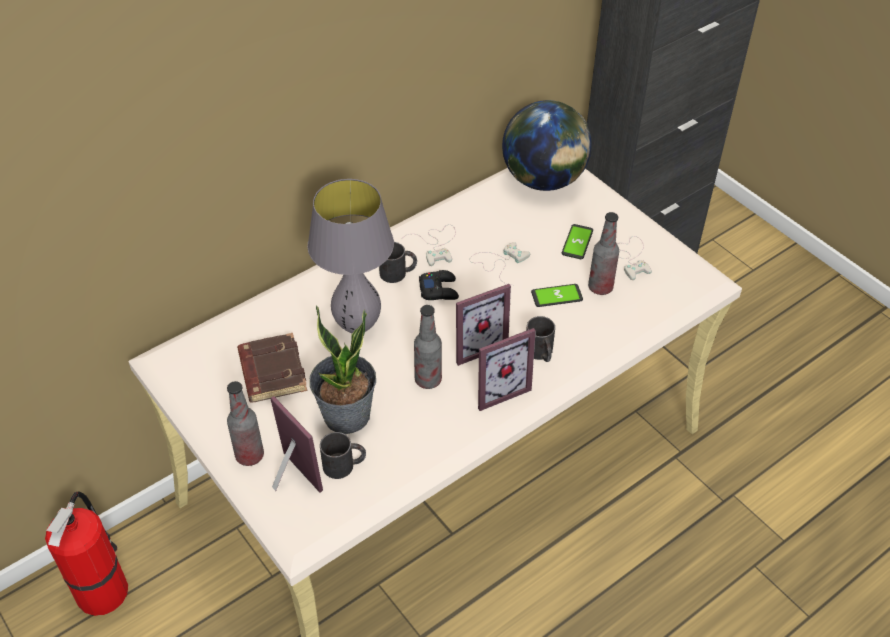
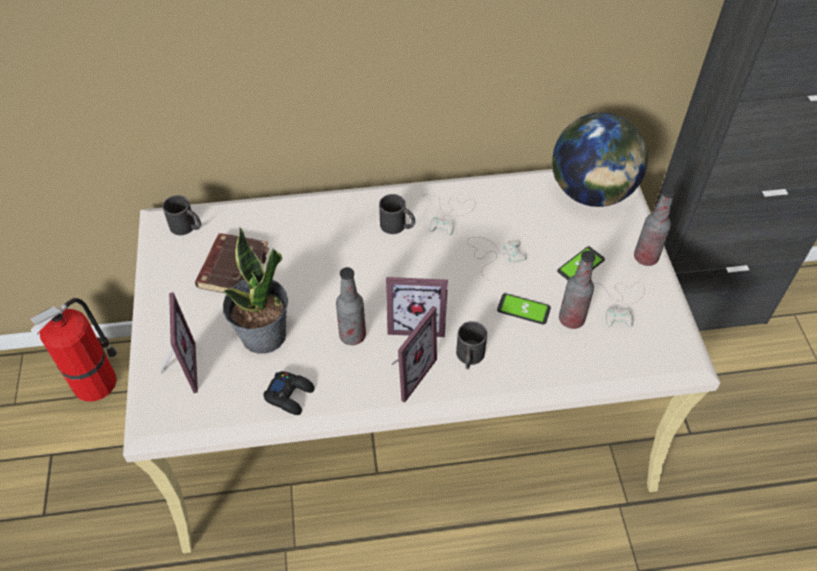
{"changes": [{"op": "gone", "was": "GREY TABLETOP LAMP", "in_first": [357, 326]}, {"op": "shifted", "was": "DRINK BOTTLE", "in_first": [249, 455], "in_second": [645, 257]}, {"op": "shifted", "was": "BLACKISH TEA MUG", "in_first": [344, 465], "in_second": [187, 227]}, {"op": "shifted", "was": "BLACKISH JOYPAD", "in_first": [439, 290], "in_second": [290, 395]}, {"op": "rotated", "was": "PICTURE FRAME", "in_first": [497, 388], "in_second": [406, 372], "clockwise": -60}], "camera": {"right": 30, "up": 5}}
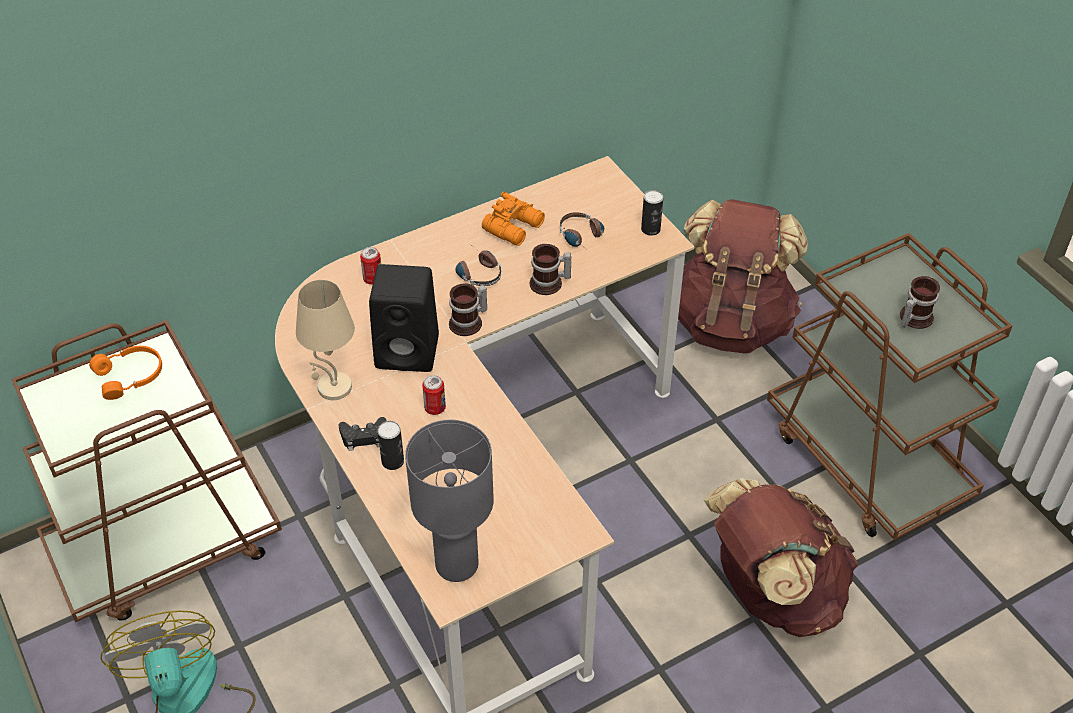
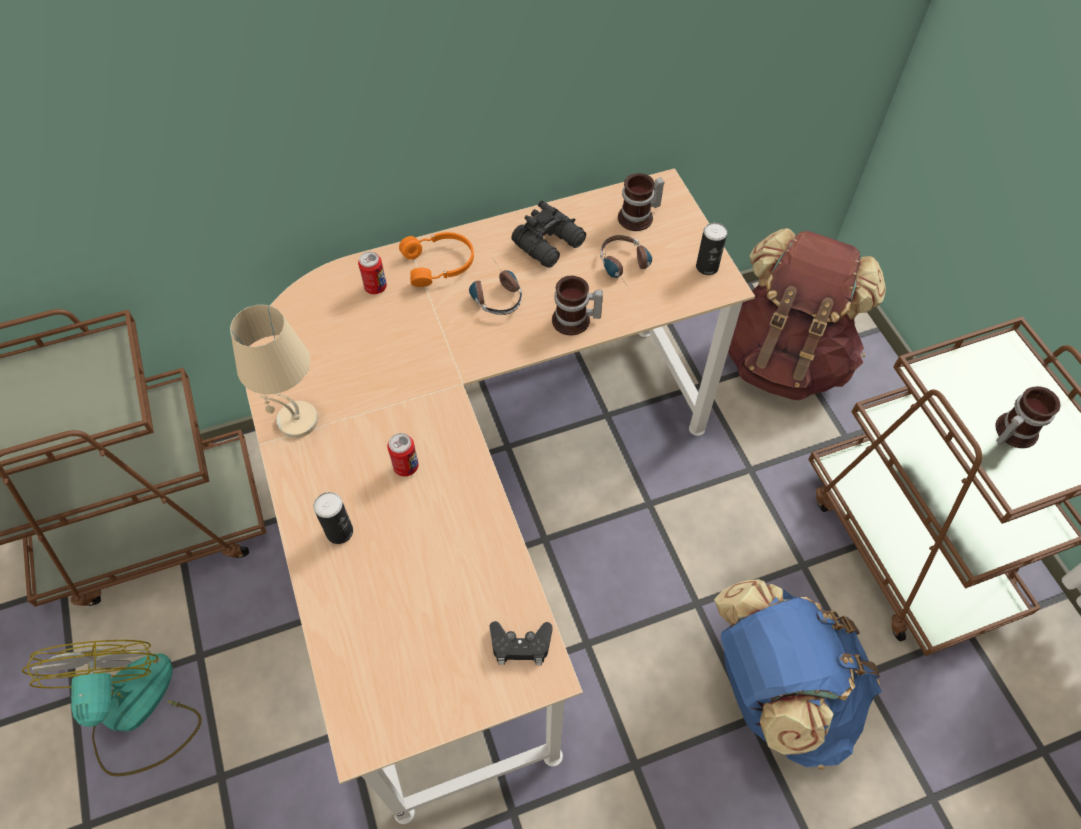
{"changes": [{"op": "gone", "was": "BLACKISH AUDIO SPEAKER", "in_first": [409, 351]}, {"op": "gone", "was": "GREY TABLETOP LAMP", "in_first": [457, 563]}, {"op": "shifted", "was": "ORANGE-COLOURED HEADPHONES", "in_first": [131, 376], "in_second": [440, 264]}, {"op": "shifted", "was": "BLACKISH JOYPAD", "in_first": [364, 437], "in_second": [520, 645]}, {"op": "shifted", "was": "TEA MUG", "in_first": [469, 323], "in_second": [639, 218]}, {"op": "repainted", "was": "ORANGE-COLOURED BINOCULARS", "now": "BLACKISH BINOCULARS", "in_first": [515, 227], "in_second": [551, 243]}, {"op": "repainted", "was": "BROWN RUCKSACK", "now": "BLUE RUCKSACK", "in_first": [772, 593], "in_second": [776, 691]}], "camera": {"right": 10, "up": 10}}
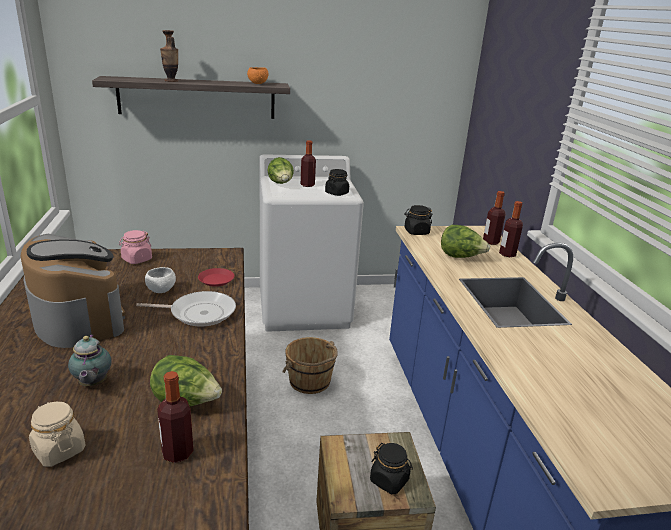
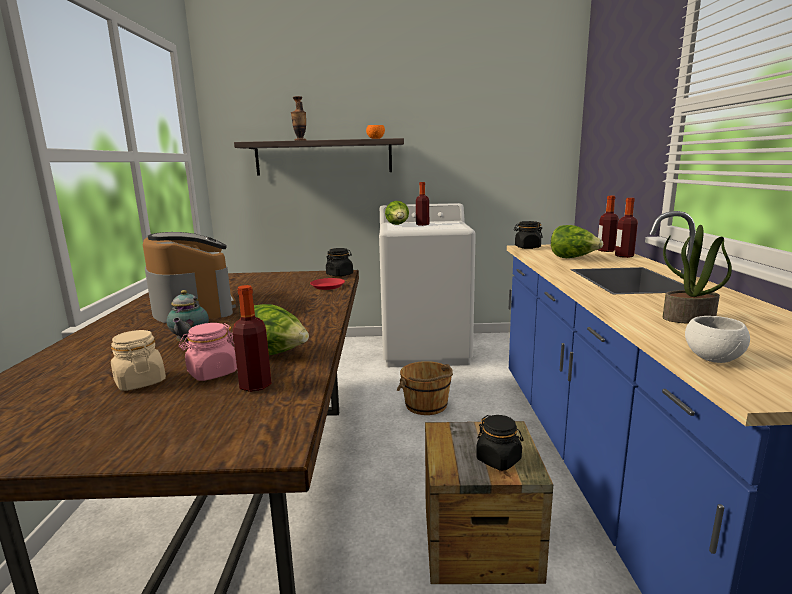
{"changes": [{"op": "gone", "was": "SKILLET", "in_first": [199, 313]}, {"op": "new", "now": "PLANT IN A POT", "in_second": [688, 319]}, {"op": "shifted", "was": "PINK PRESERVE JAR", "in_first": [136, 259], "in_second": [212, 373]}, {"op": "shifted", "was": "WHITE-COLOURED BOWL", "in_first": [161, 290], "in_second": [712, 358]}, {"op": "shifted", "was": "BLACKISH PRESERVE JAR", "in_first": [337, 193], "in_second": [340, 275]}], "camera": {"right": 10, "up": -10}}
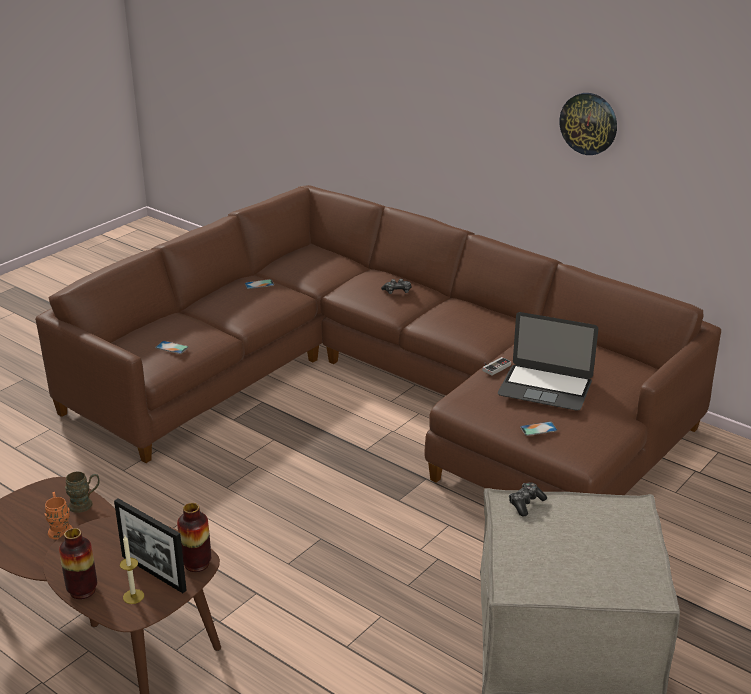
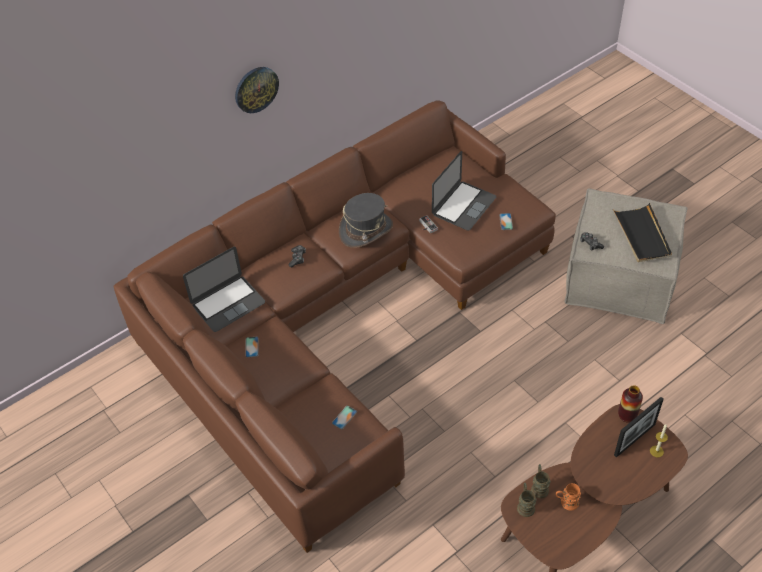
{"changes": [{"op": "gone", "was": "FLOWER VASE", "in_first": [82, 590]}, {"op": "new", "now": "NOTEBOOK COMPUTER", "in_second": [228, 303]}, {"op": "new", "now": "GREY HAT", "in_second": [366, 230]}, {"op": "new", "now": "BROWN TEA MUG", "in_second": [525, 505]}, {"op": "new", "now": "BLACKISH CARRYING TRAY", "in_second": [642, 235]}, {"op": "shifted", "was": "WALL CLOCK", "in_first": [589, 123], "in_second": [256, 89]}], "camera": {"right": -75, "up": 20}}
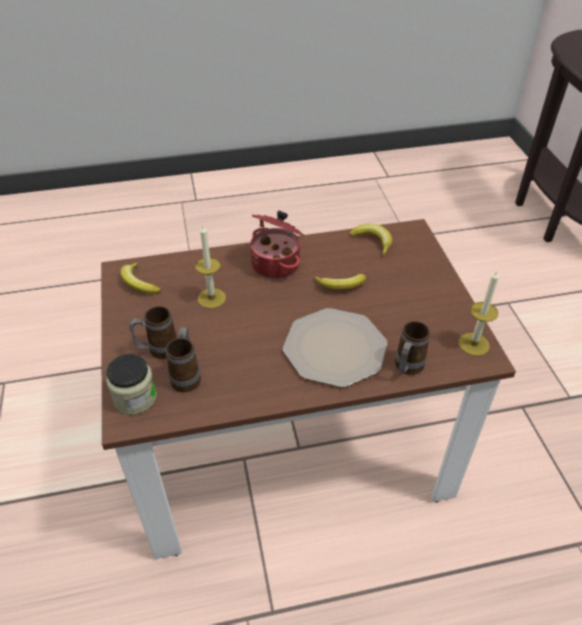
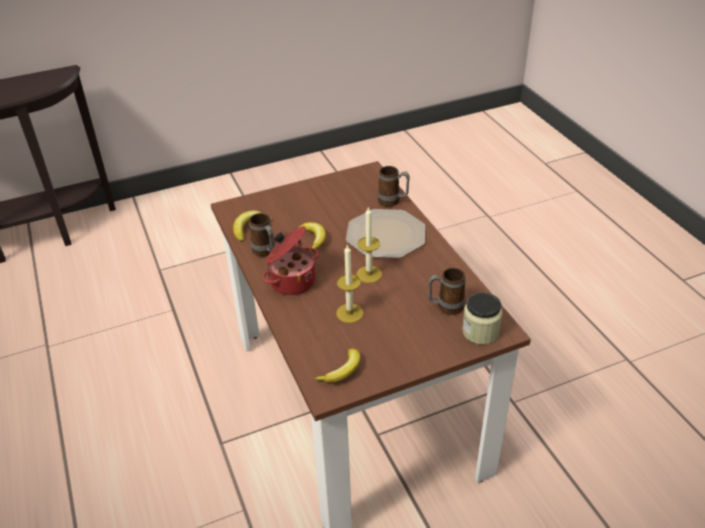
{"changes": [{"op": "shifted", "was": "TEA MUG", "in_first": [158, 350], "in_second": [265, 252]}, {"op": "shifted", "was": "CANDLE", "in_first": [474, 344], "in_second": [369, 274]}], "camera": {"right": -100, "up": -5}}
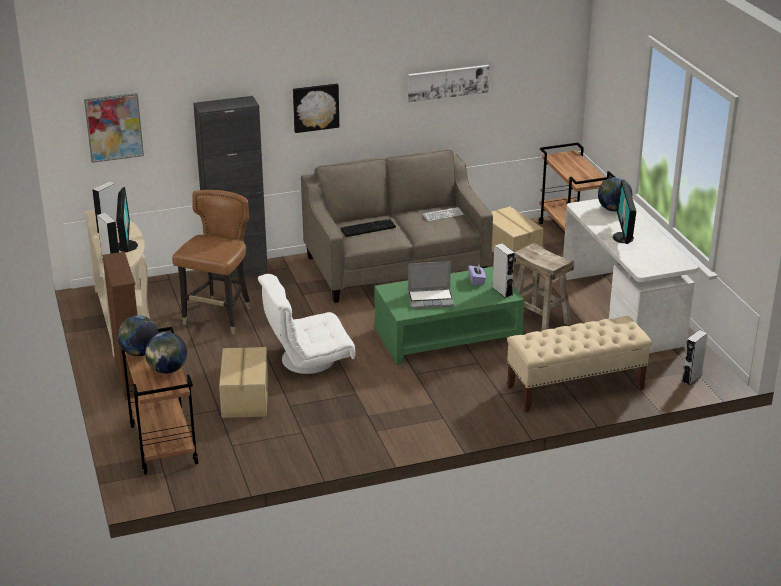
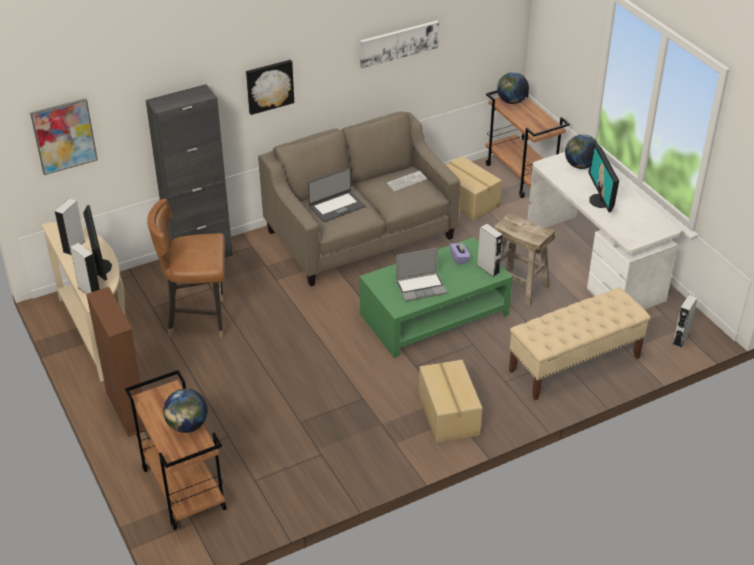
{"changes": [{"op": "gone", "was": "WHITE-COLOURED LOUNGE CHAIR", "in_first": [308, 359]}, {"op": "shifted", "was": "DESK GLOBE", "in_first": [140, 353], "in_second": [511, 101]}, {"op": "shifted", "was": "CARDBOARD BOX", "in_first": [244, 398], "in_second": [448, 414]}, {"op": "swapped", "was": "KEYBOARD", "now": "NOTEBOOK COMPUTER", "in_first": [368, 228], "in_second": [336, 206]}, {"op": "rotated", "was": "BROWN PLAIN CHAIR", "in_first": [219, 318], "in_second": [198, 319], "clockwise": -105}], "camera": {"right": -10, "up": 10}}
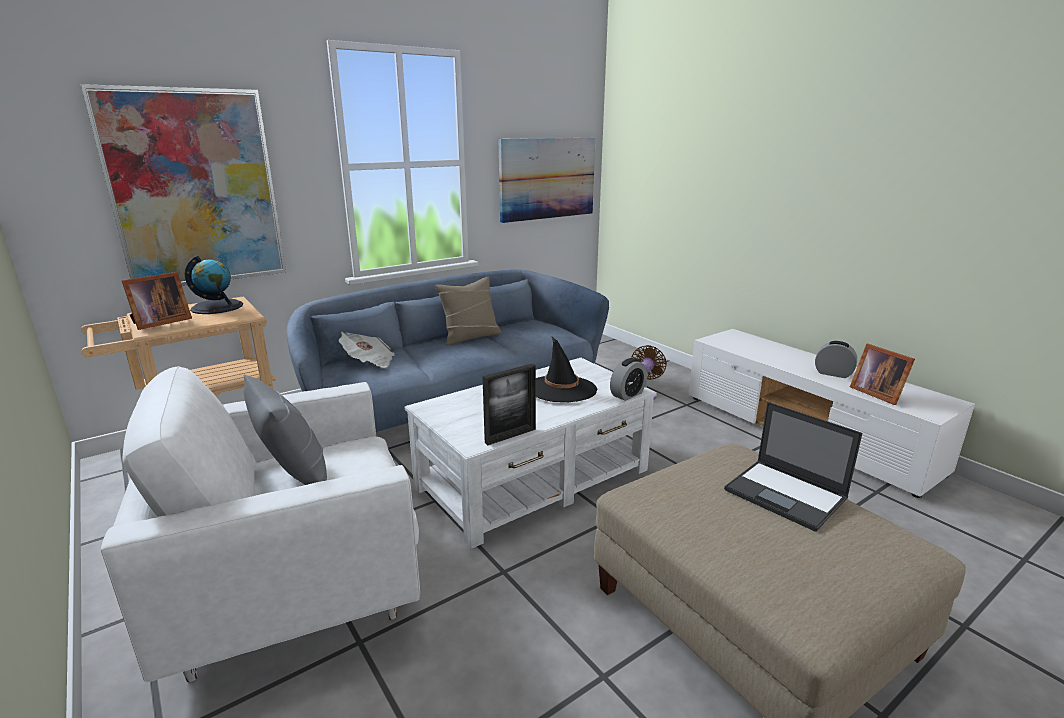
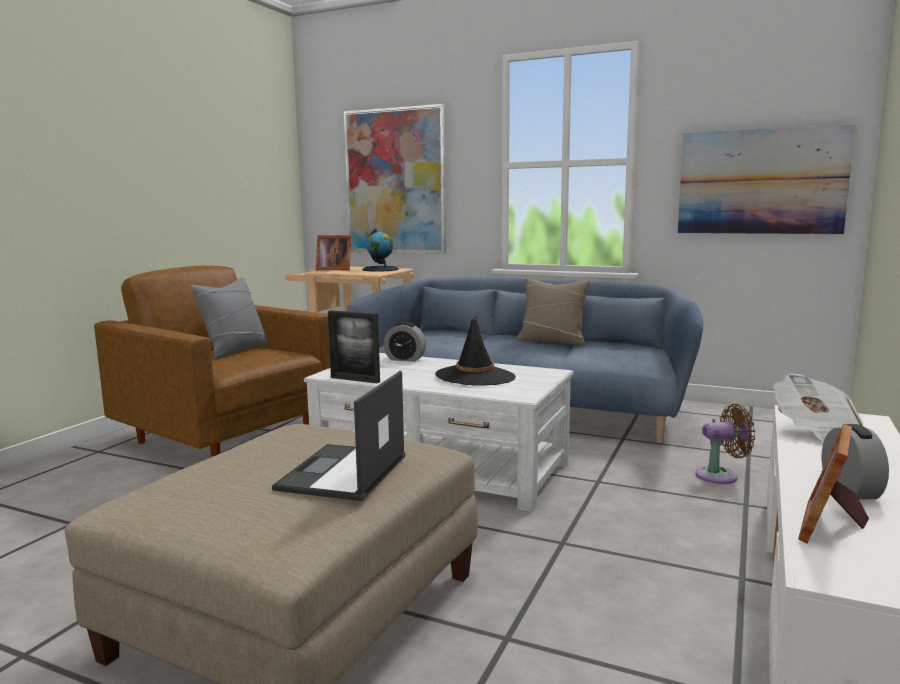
{"changes": [{"op": "shifted", "was": "NEWSPAPER", "in_first": [369, 361], "in_second": [816, 431]}, {"op": "shifted", "was": "BEDSIDE CLOCK", "in_first": [627, 394], "in_second": [405, 359]}, {"op": "repainted", "was": "WHITE-COLOURED LOUNGE CHAIR", "now": "BROWN LOUNGE CHAIR", "in_first": [296, 589], "in_second": [227, 440]}], "camera": {"right": 60, "up": -10}}
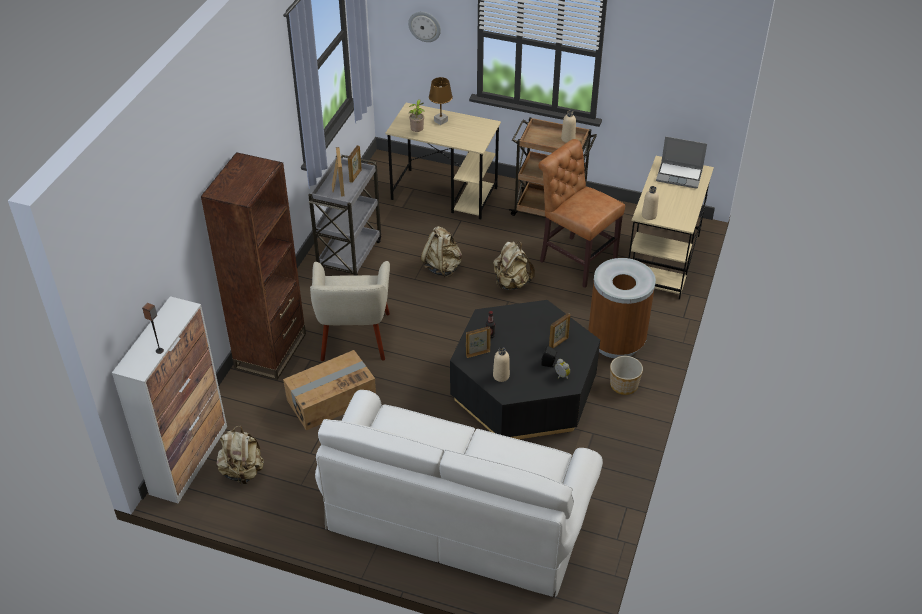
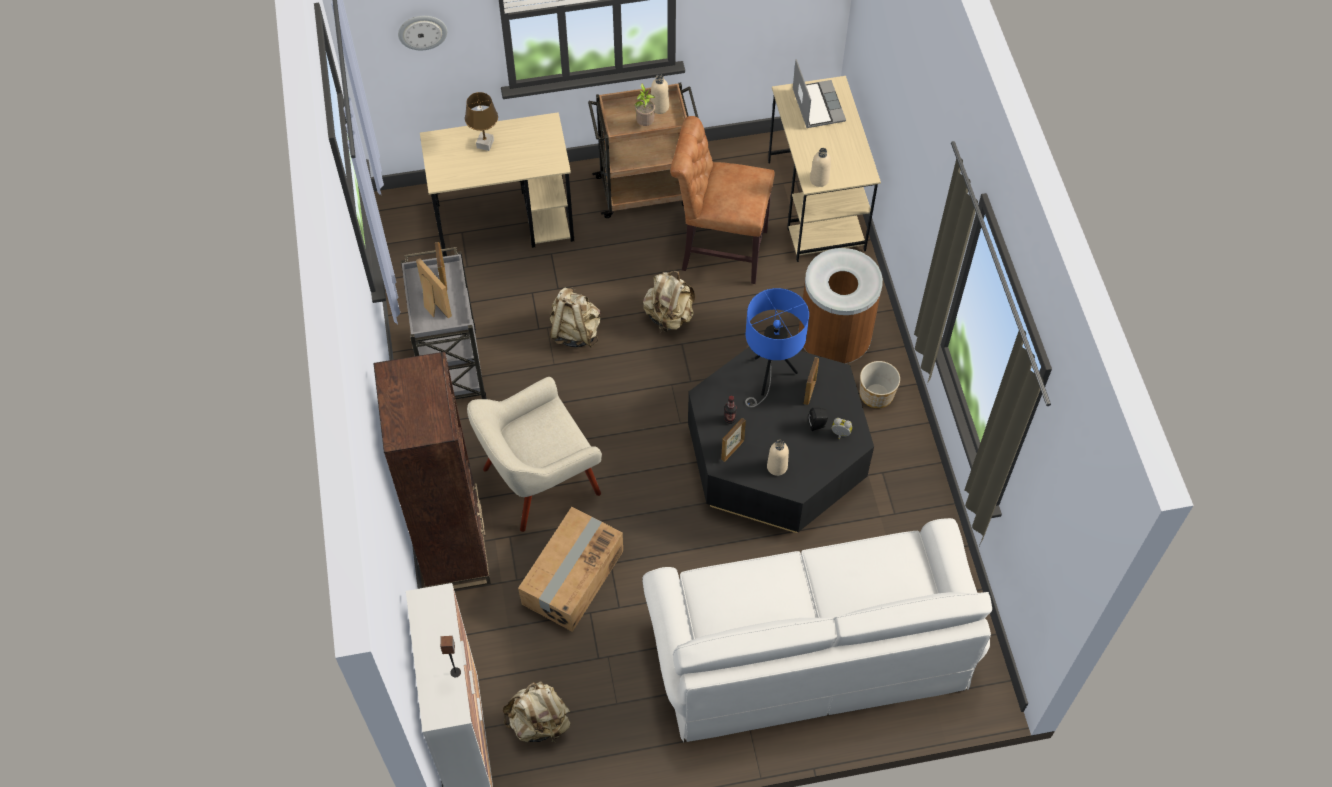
{"changes": [{"op": "new", "now": "BLUE TABLETOP LAMP", "in_second": [769, 377]}, {"op": "shifted", "was": "PLANT IN A POT", "in_first": [417, 132], "in_second": [645, 123]}, {"op": "rotated", "was": "BEIGE LOUNGE CHAIR", "in_first": [354, 337], "in_second": [539, 480], "clockwise": 90}, {"op": "rotated", "was": "NOTEBOOK COMPUTER", "in_first": [680, 175], "in_second": [817, 105], "clockwise": -90}], "camera": {"right": -30, "up": 15}}
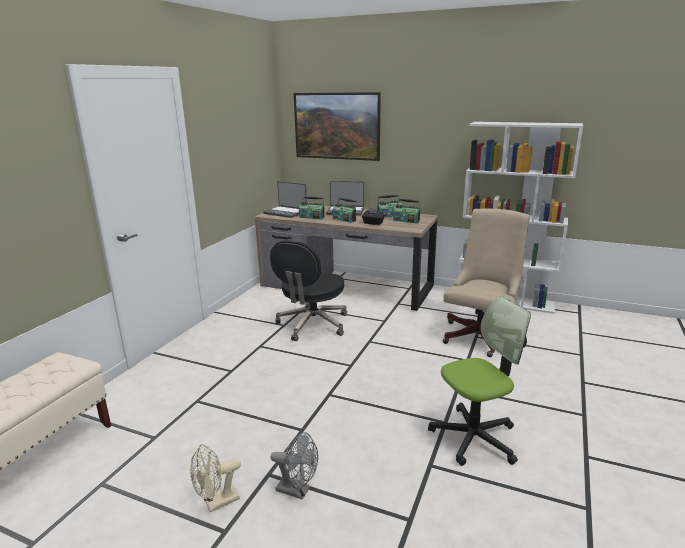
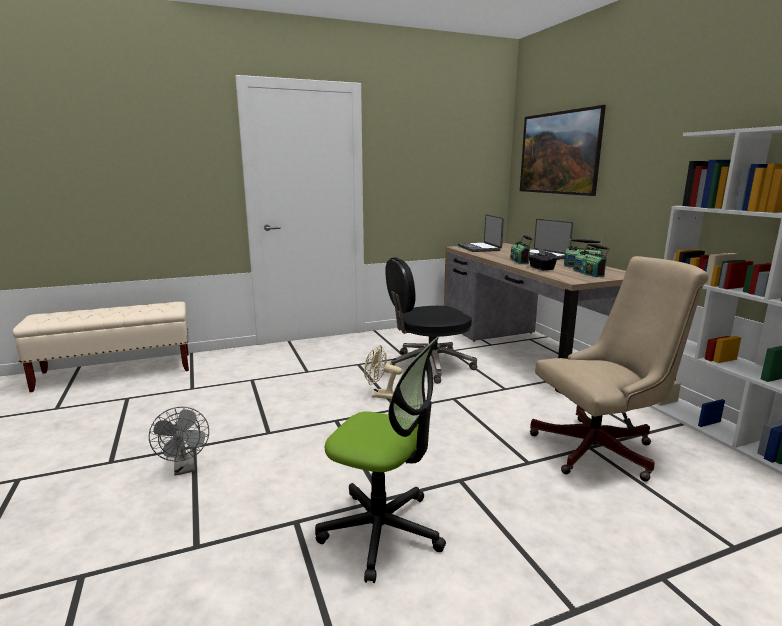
{"changes": [{"op": "gone", "was": "RADIO RECEIVER", "in_first": [312, 217]}, {"op": "shifted", "was": "BEIGE FAN", "in_first": [217, 503], "in_second": [380, 395]}], "camera": {"right": 45, "up": -5}}
